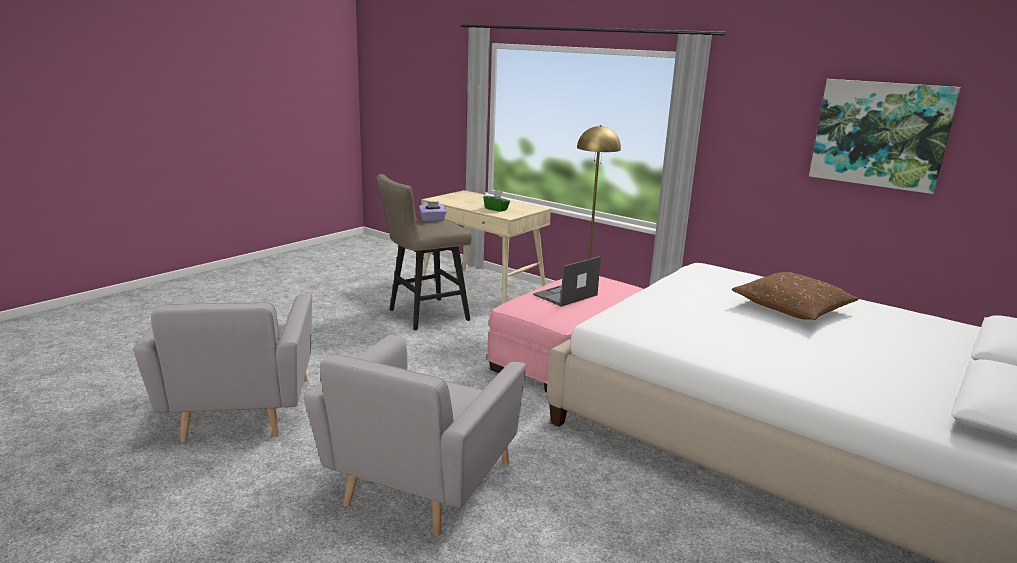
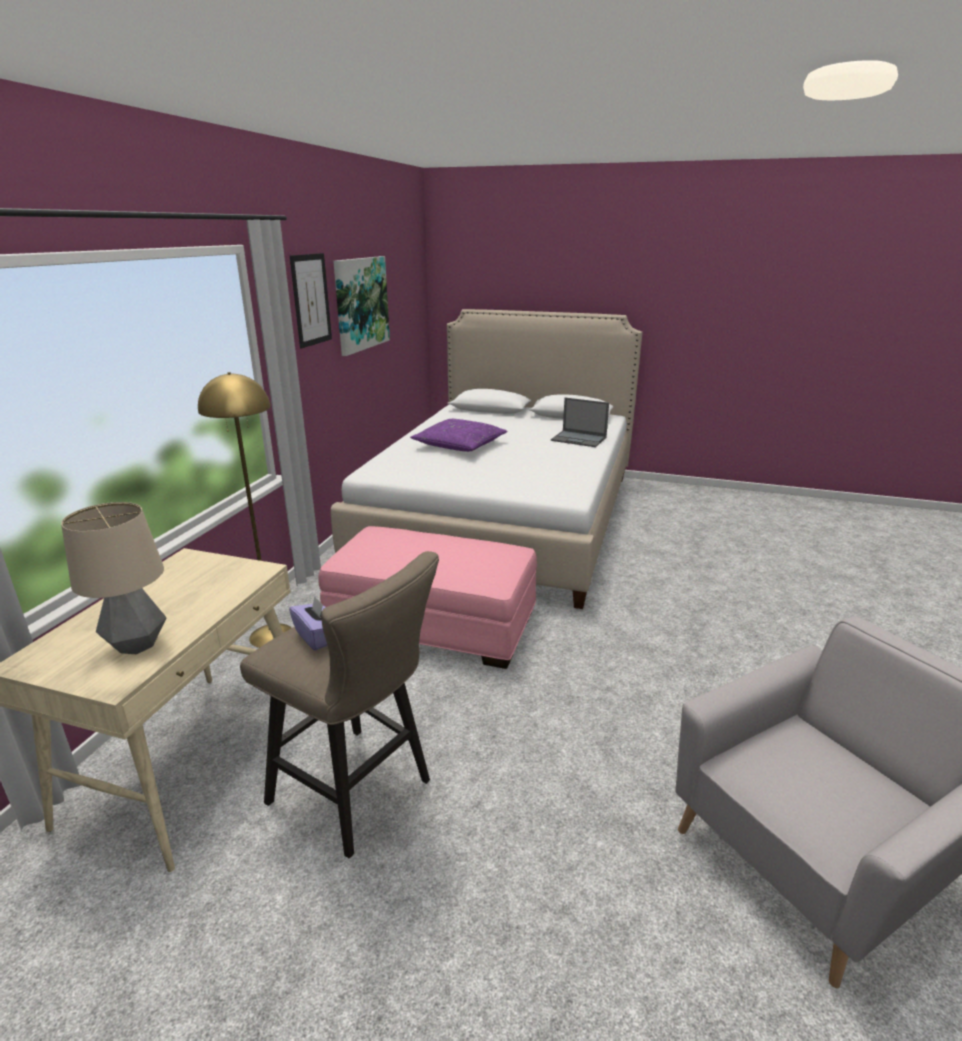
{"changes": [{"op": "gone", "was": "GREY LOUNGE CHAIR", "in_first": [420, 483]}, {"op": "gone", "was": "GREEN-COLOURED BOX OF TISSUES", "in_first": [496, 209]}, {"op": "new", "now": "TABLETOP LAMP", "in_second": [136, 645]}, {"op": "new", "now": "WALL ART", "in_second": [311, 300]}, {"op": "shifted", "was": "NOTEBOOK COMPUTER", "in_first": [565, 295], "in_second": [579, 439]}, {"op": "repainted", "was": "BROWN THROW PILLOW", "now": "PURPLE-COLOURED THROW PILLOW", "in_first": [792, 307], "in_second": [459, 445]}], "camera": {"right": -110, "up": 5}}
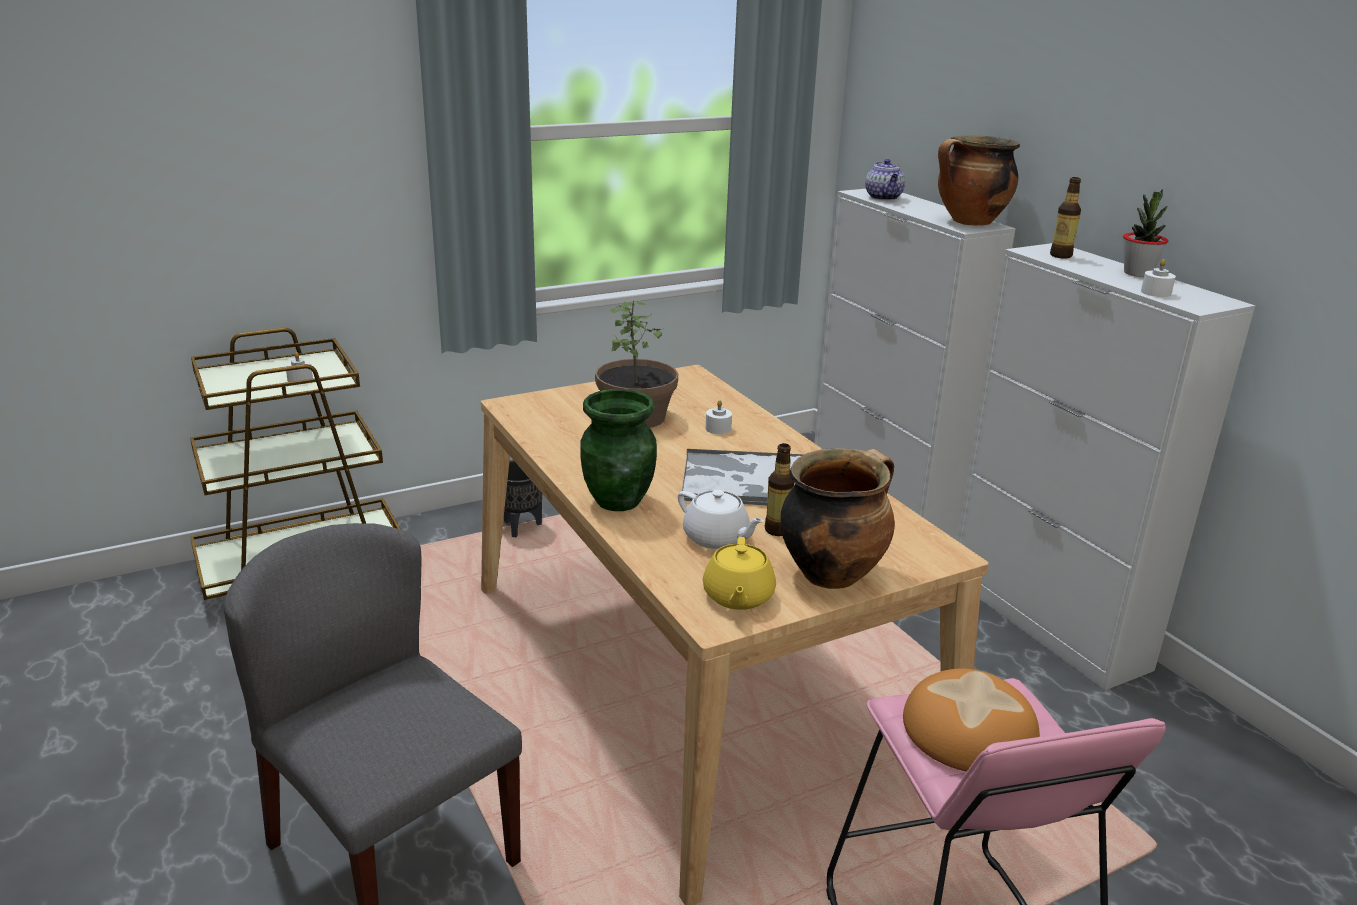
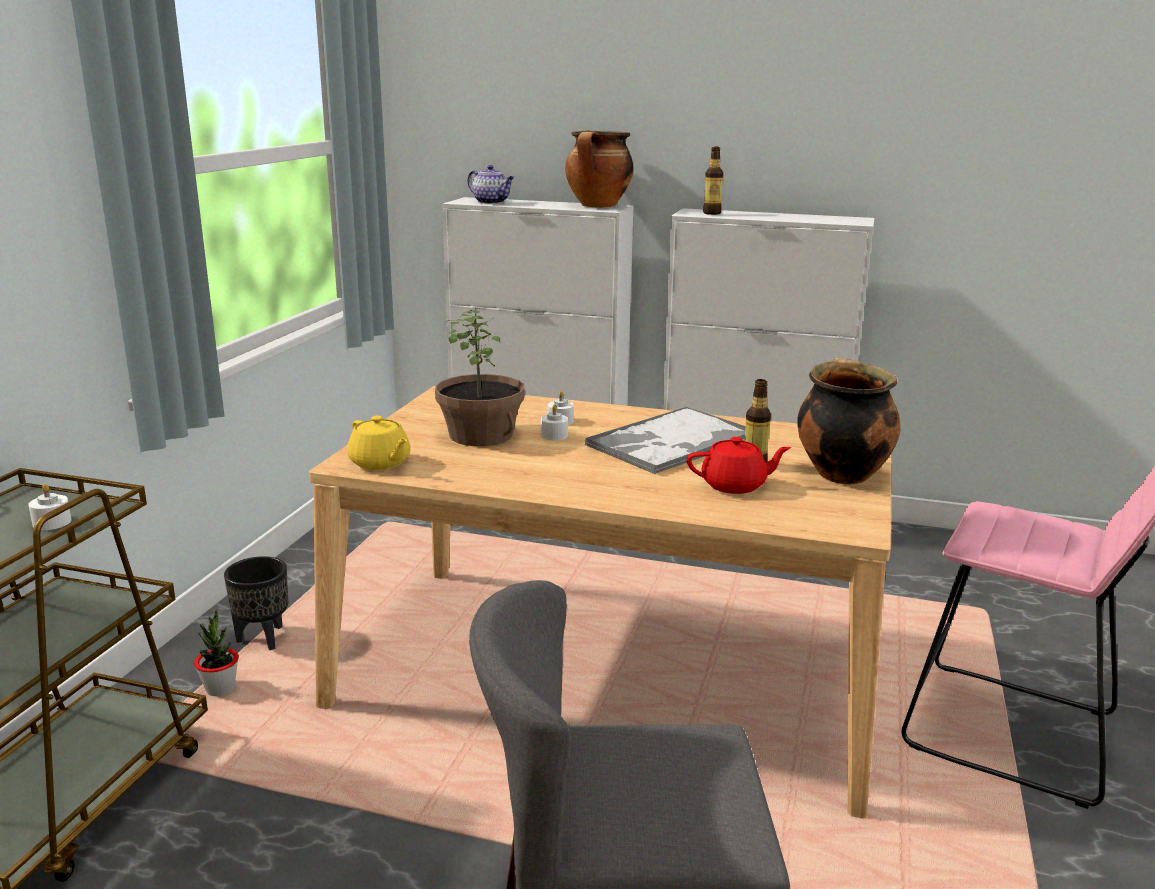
{"changes": [{"op": "gone", "was": "GREEN-COLOURED FLOWER VASE", "in_first": [619, 501]}, {"op": "gone", "was": "BAKED BREAD", "in_first": [968, 731]}, {"op": "shifted", "was": "YELLOWISH TEAPOT", "in_first": [737, 597], "in_second": [380, 463]}, {"op": "shifted", "was": "PLANT IN A POT", "in_first": [1137, 273], "in_second": [220, 690]}, {"op": "shifted", "was": "WHITE-COLOURED CANDLE", "in_first": [1155, 292], "in_second": [554, 435]}, {"op": "repainted", "was": "WHITE-COLOURED TEAPOT", "now": "RED-COLOURED TEAPOT", "in_first": [716, 538], "in_second": [735, 485]}], "camera": {"right": -45, "up": -5}}
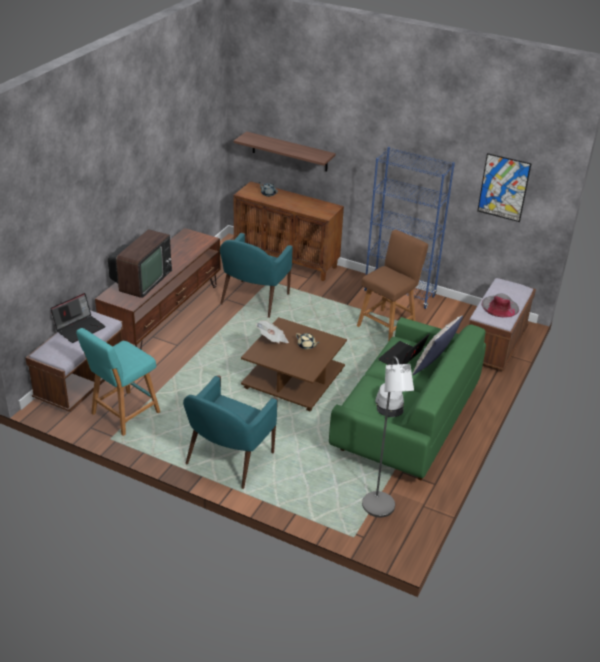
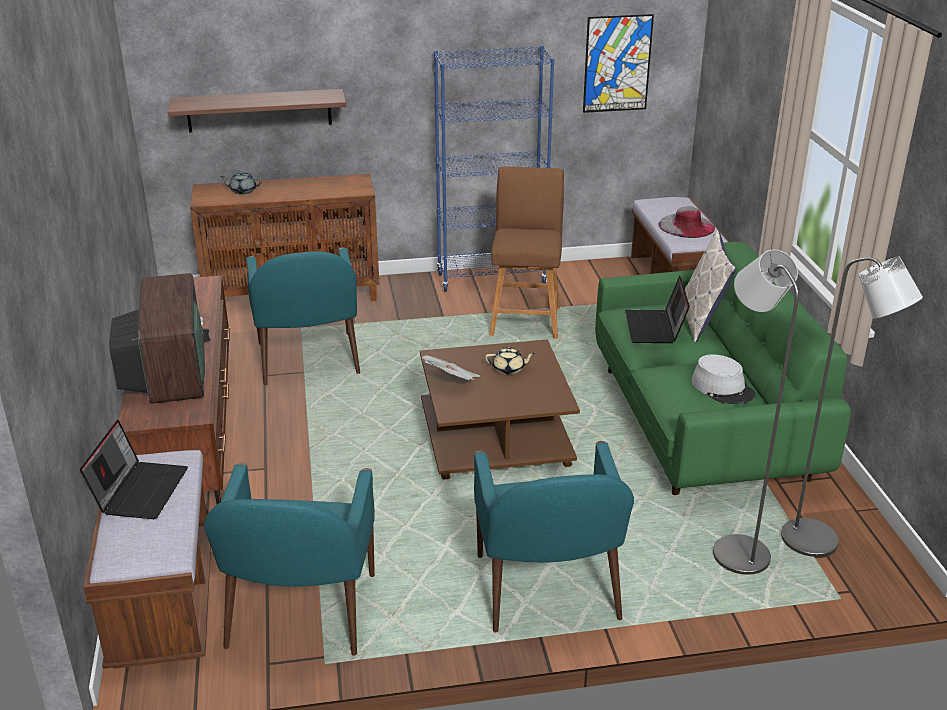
{"changes": [{"op": "new", "now": "GREY STANDING LAMP", "in_second": [734, 549]}, {"op": "swapped", "was": "TURQUOISE-COLOURED SITTING STOOL", "now": "TURQUOISE-COLOURED LOUNGE CHAIR", "in_first": [123, 414], "in_second": [300, 613]}], "camera": {"right": -35, "up": -5}}
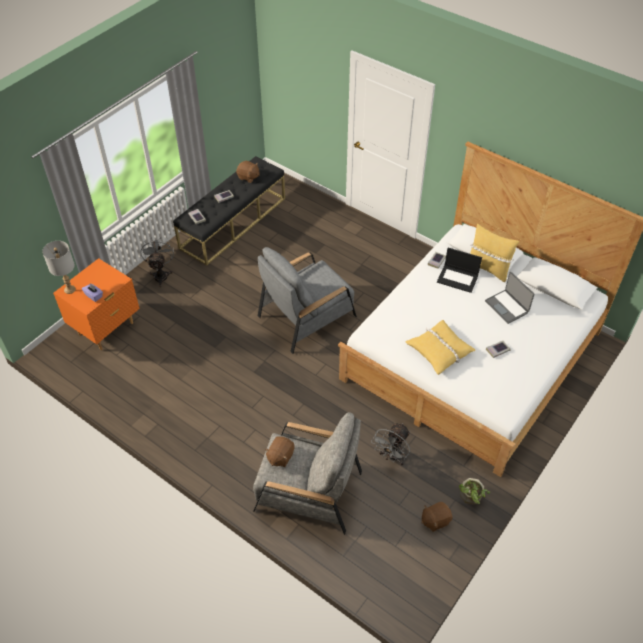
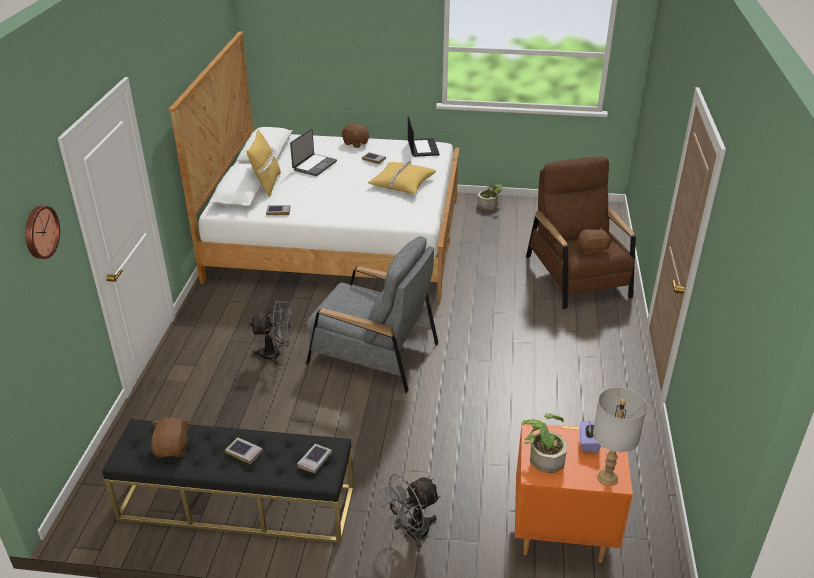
{"changes": [{"op": "new", "now": "WALL CLOCK", "in_second": [40, 232]}, {"op": "new", "now": "PLANT IN A POT", "in_second": [543, 456]}, {"op": "shifted", "was": "GREY FAN", "in_first": [392, 457], "in_second": [276, 354]}, {"op": "shifted", "was": "BROWN CUDDLY TOY", "in_first": [435, 520], "in_second": [356, 143]}, {"op": "shifted", "was": "NOTEBOOK COMPUTER", "in_first": [458, 278], "in_second": [422, 147]}, {"op": "repainted", "was": "GREY LOUNGE CHAIR", "now": "BROWN LOUNGE CHAIR", "in_first": [308, 491], "in_second": [578, 276]}], "camera": {"right": -120, "up": -15}}
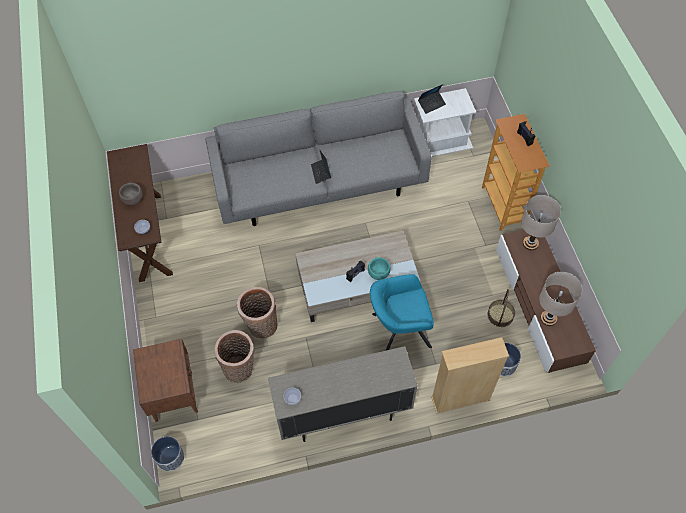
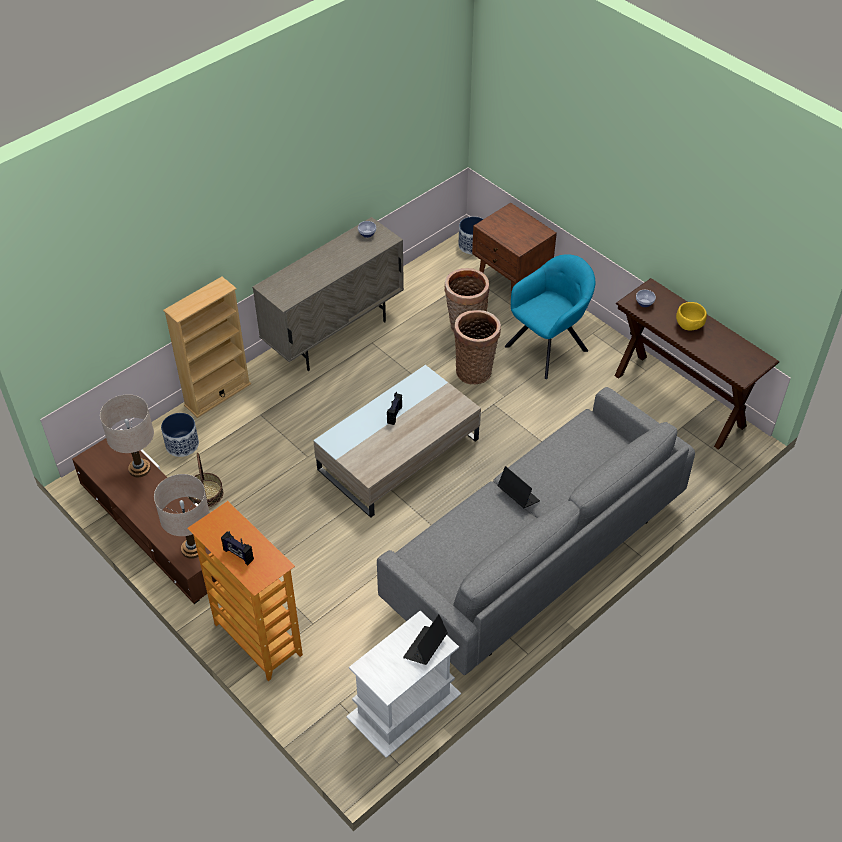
{"changes": [{"op": "gone", "was": "TURQUOISE-COLOURED BOWL", "in_first": [378, 273]}, {"op": "shifted", "was": "TURQUOISE-COLOURED LOUNGE CHAIR", "in_first": [398, 331], "in_second": [548, 346]}, {"op": "repainted", "was": "BROWN BOWL", "now": "YELLOWISH BOWL", "in_first": [133, 199], "in_second": [689, 325]}], "camera": {"right": 150, "up": -10}}
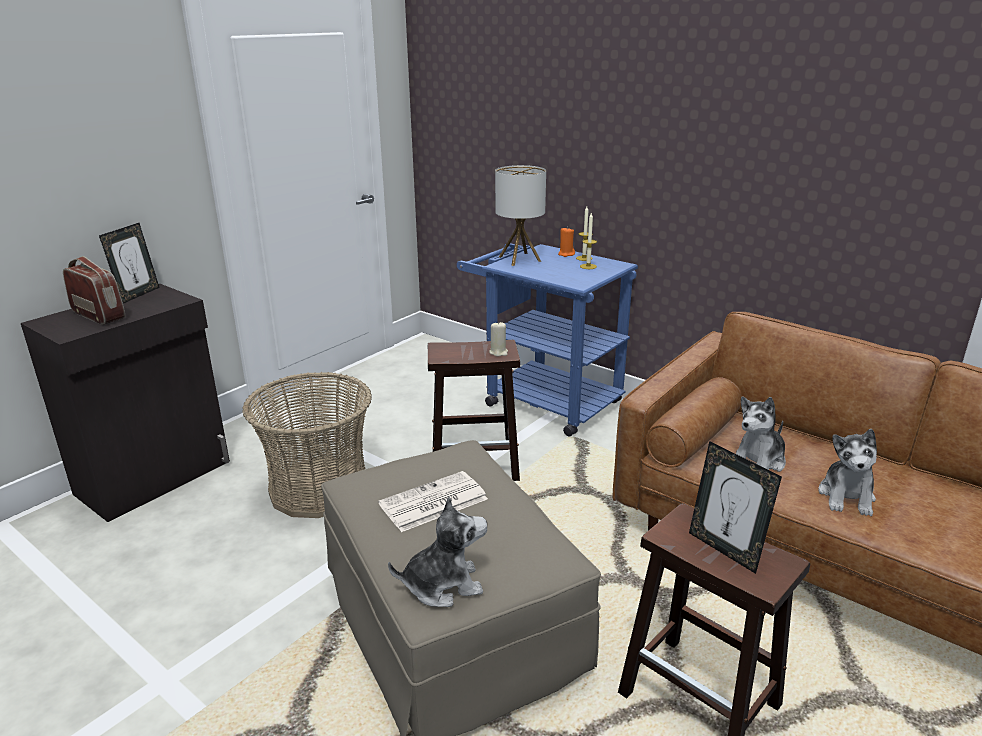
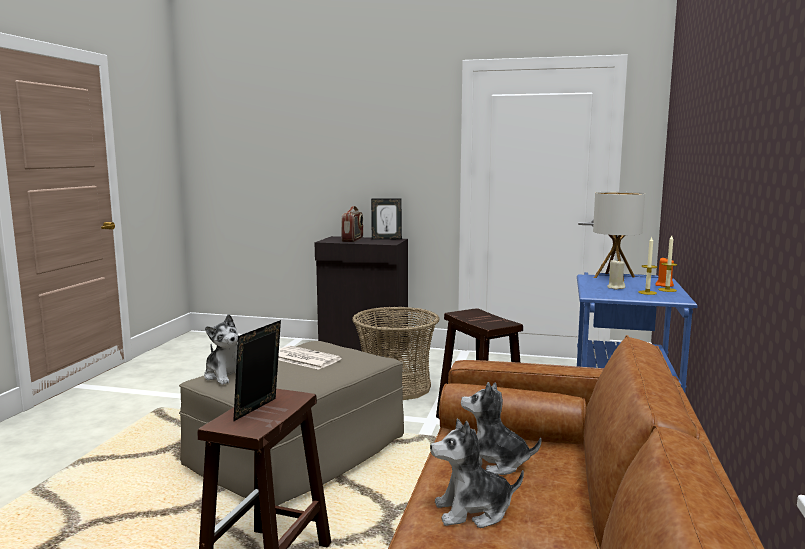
{"changes": [{"op": "shifted", "was": "BEIGE CANDLE", "in_first": [498, 352], "in_second": [615, 287]}], "camera": {"right": 65, "up": -15}}
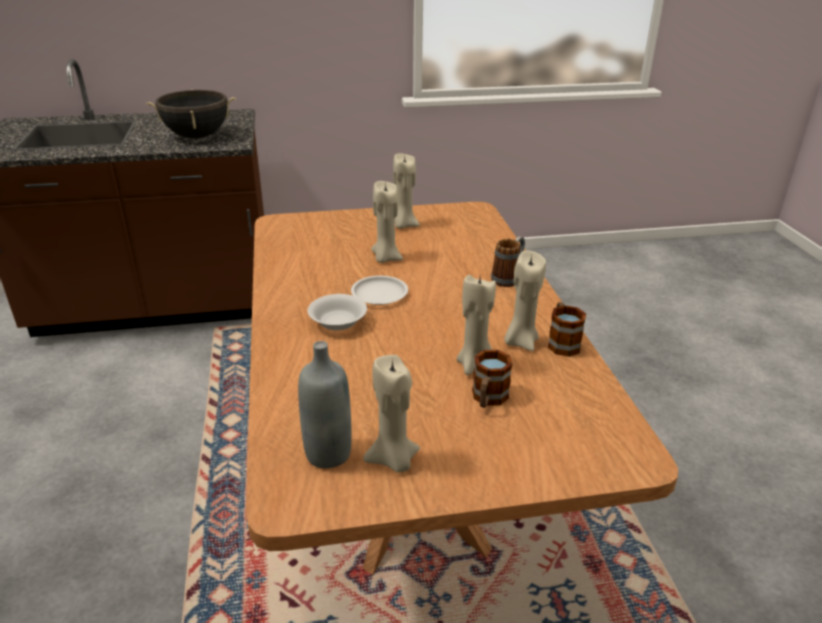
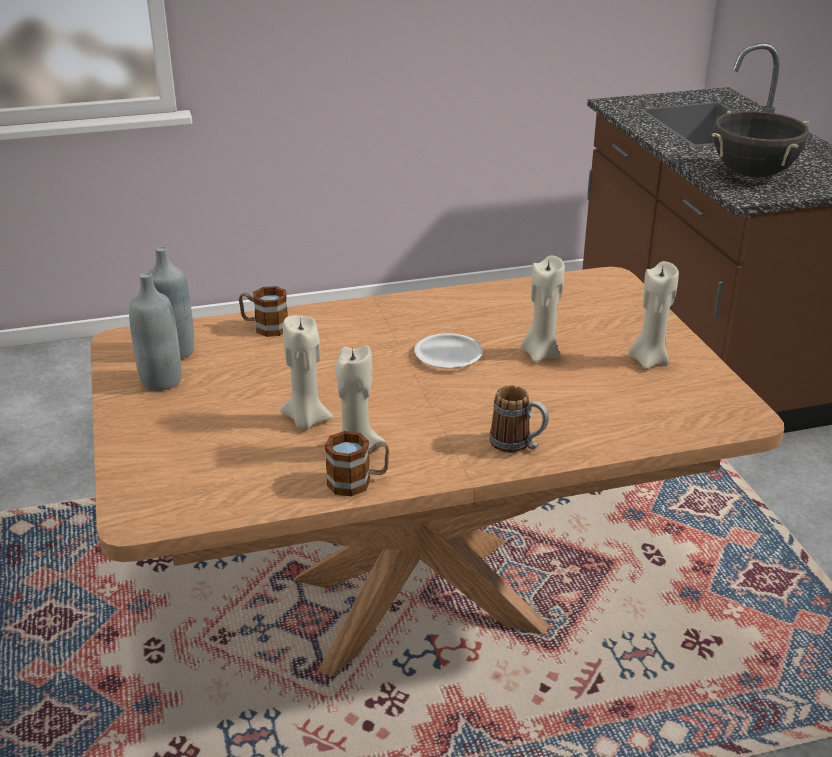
{"changes": [{"op": "gone", "was": "WHITE-COLOURED BOWL", "in_first": [338, 322]}, {"op": "shifted", "was": "TEA MUG", "in_first": [488, 399], "in_second": [265, 327]}, {"op": "swapped", "was": "BEIGE CANDLE", "now": "GREY DRINK BOTTLE", "in_first": [393, 460], "in_second": [161, 381]}], "camera": {"right": 85, "up": 0}}
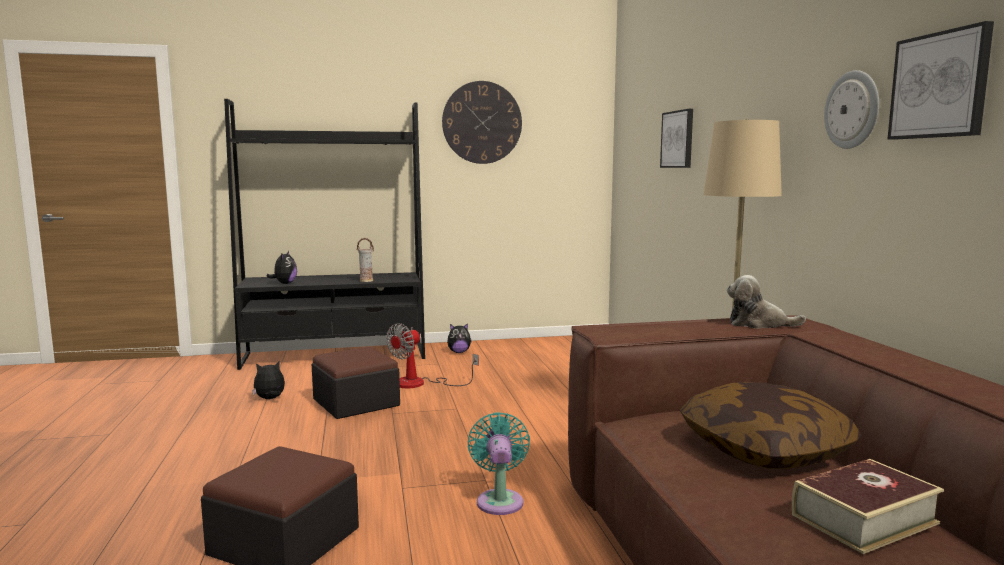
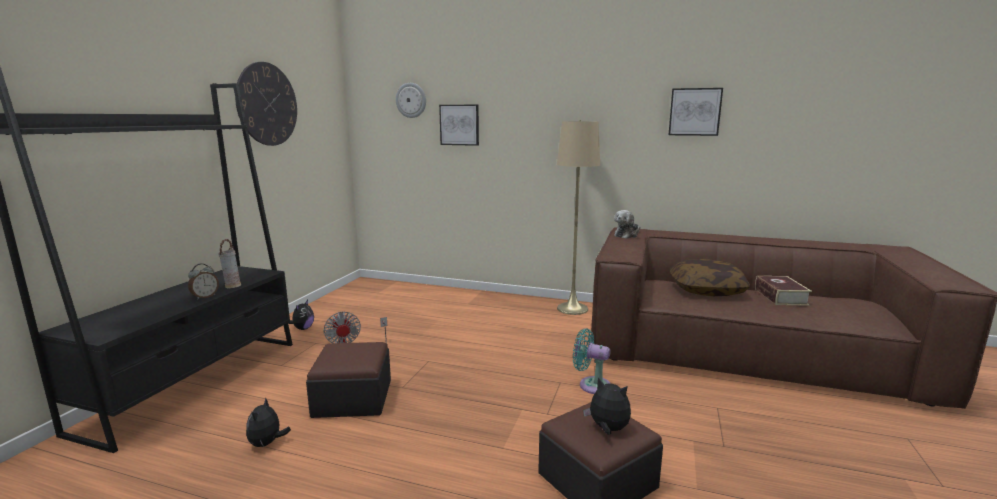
{"changes": [{"op": "new", "now": "BEDSIDE CLOCK", "in_second": [205, 297]}, {"op": "shifted", "was": "CUDDLY TOY", "in_first": [284, 283], "in_second": [607, 429]}, {"op": "shifted", "was": "WALL CLOCK", "in_first": [852, 110], "in_second": [411, 100]}], "camera": {"right": -60, "up": 5}}
